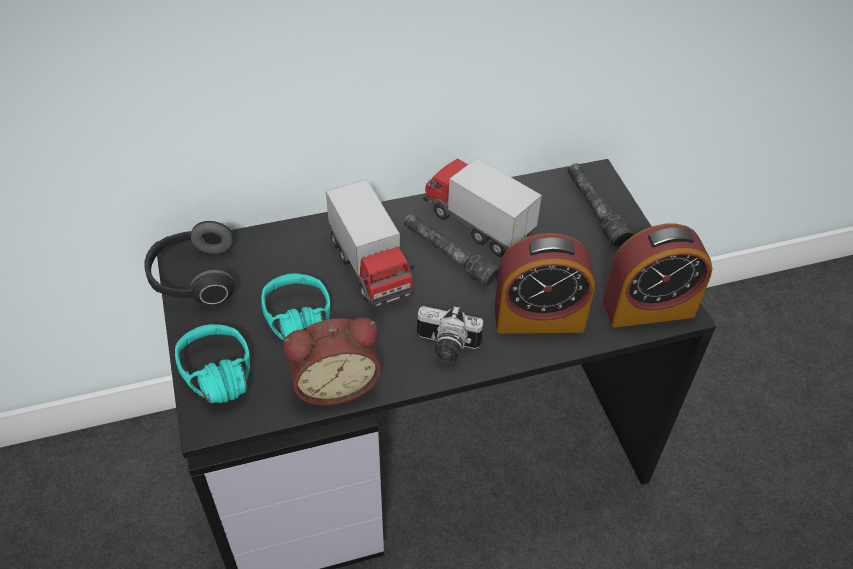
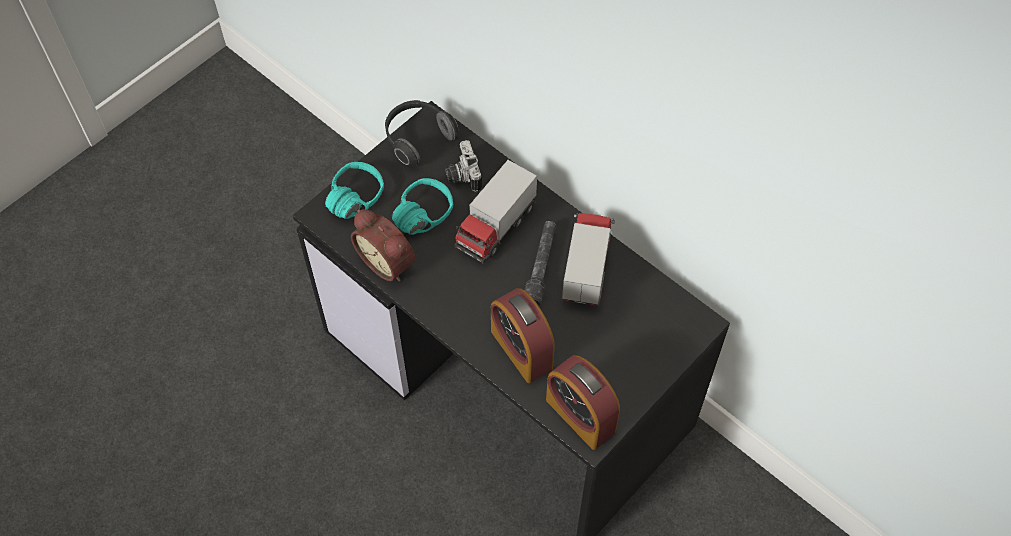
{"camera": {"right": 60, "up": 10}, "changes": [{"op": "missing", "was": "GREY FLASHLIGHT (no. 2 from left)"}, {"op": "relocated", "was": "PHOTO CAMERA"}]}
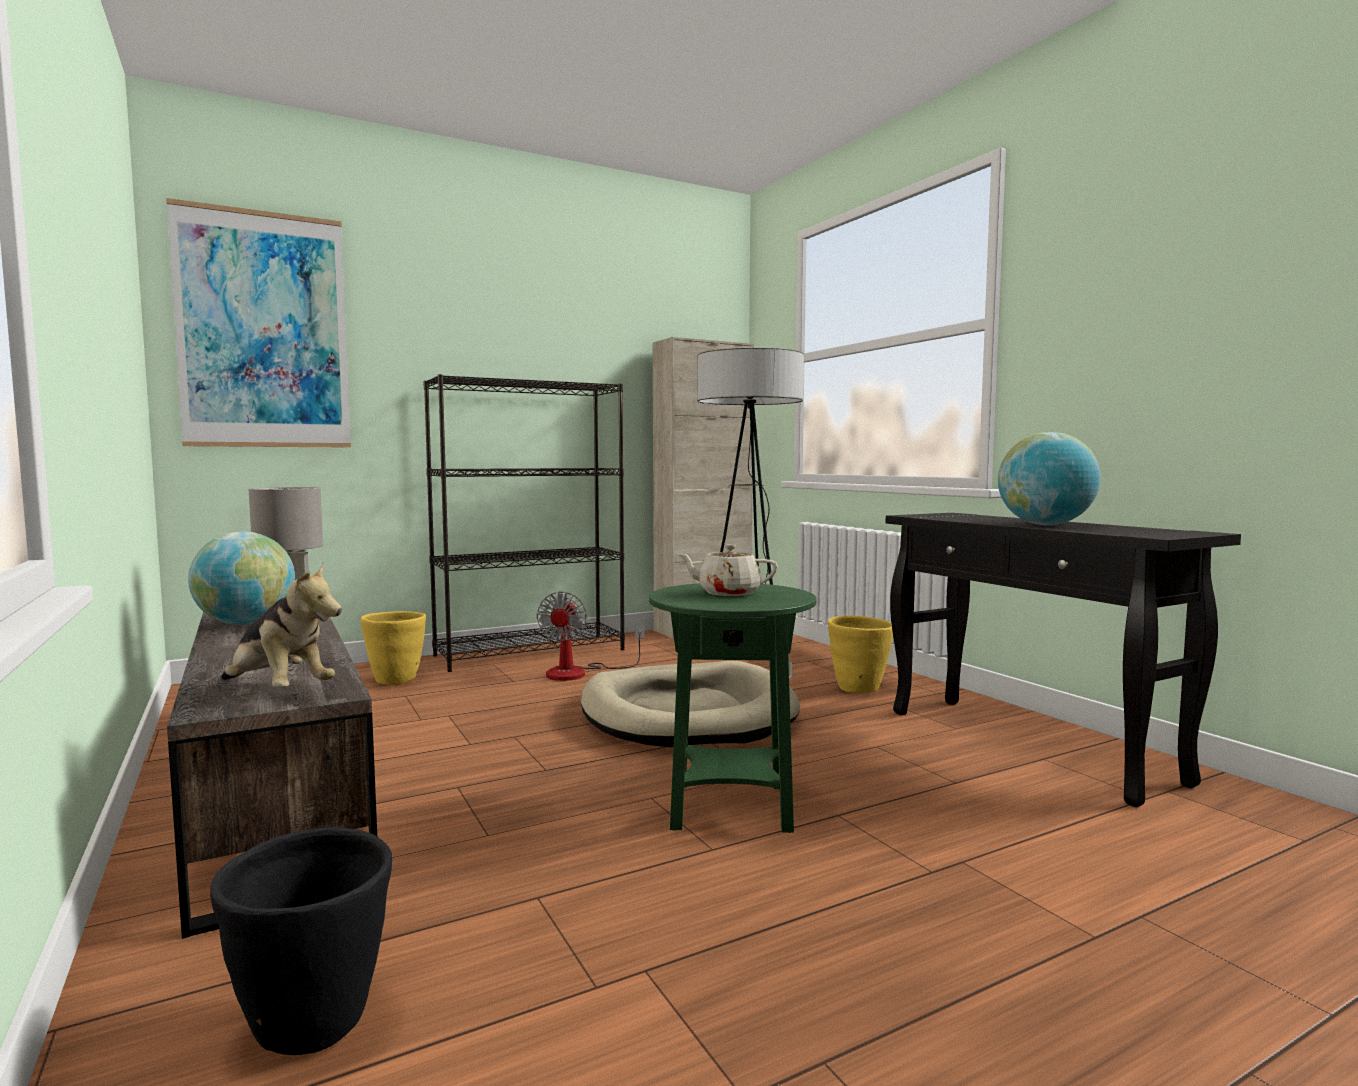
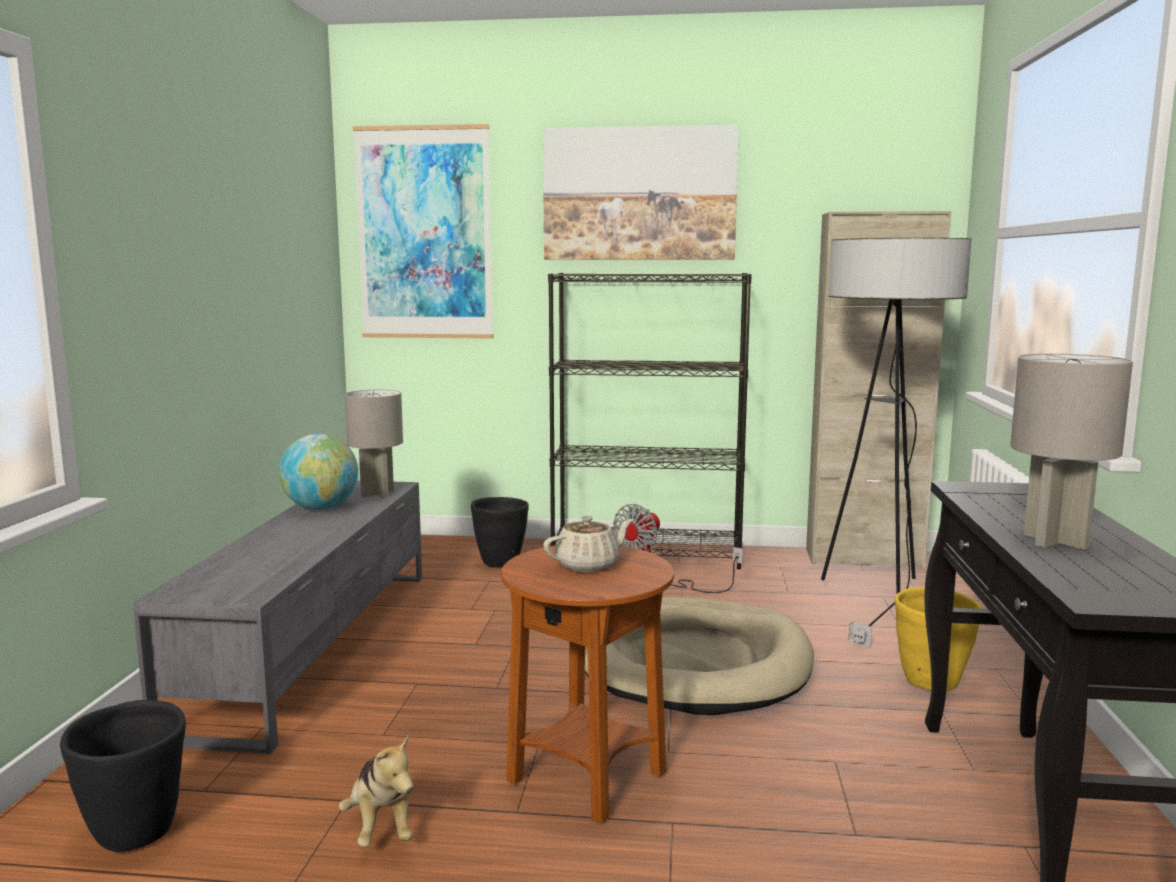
{"camera": {"right": 35, "up": 5}, "changes": [{"op": "appeared", "now": "PICTURE (no. 2 from left)"}, {"op": "relocated", "was": "PLUSH TOY"}, {"op": "exchanged", "was": "GLOBE (no. 2 from left)", "now": "GREY TABLE LAMP (no. 2 from left)"}, {"op": "colour", "was": "BROWN TV STAND", "now": "GREY TV STAND"}, {"op": "colour", "was": "YELLOW PLANTER (no. 1 from left)", "now": "BLACK PLANTER (no. 2 from left)"}, {"op": "colour", "was": "GREEN SIDE TABLE", "now": "BROWN SIDE TABLE"}, {"op": "spun", "was": "BEIGE TEAPOT", "clockwise": 105}]}
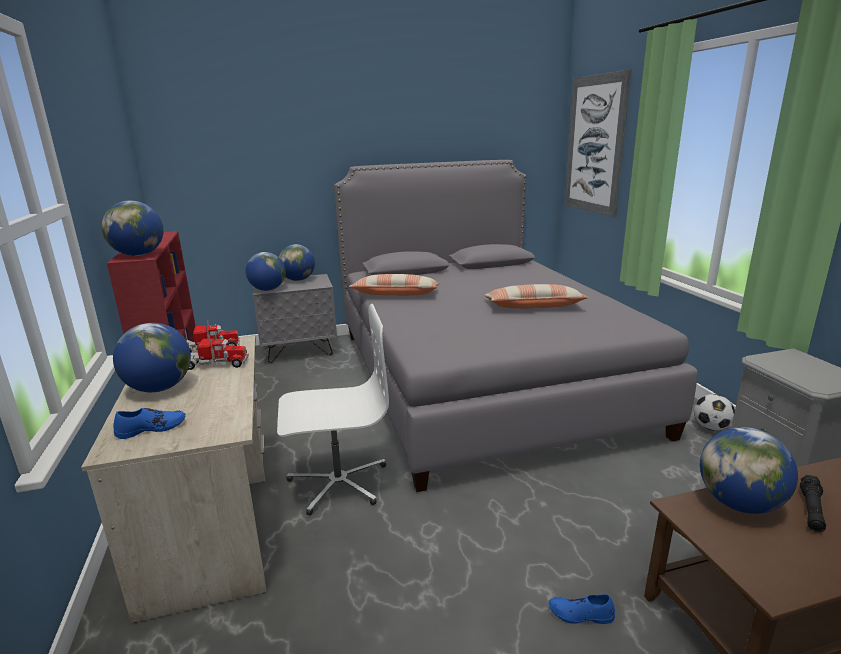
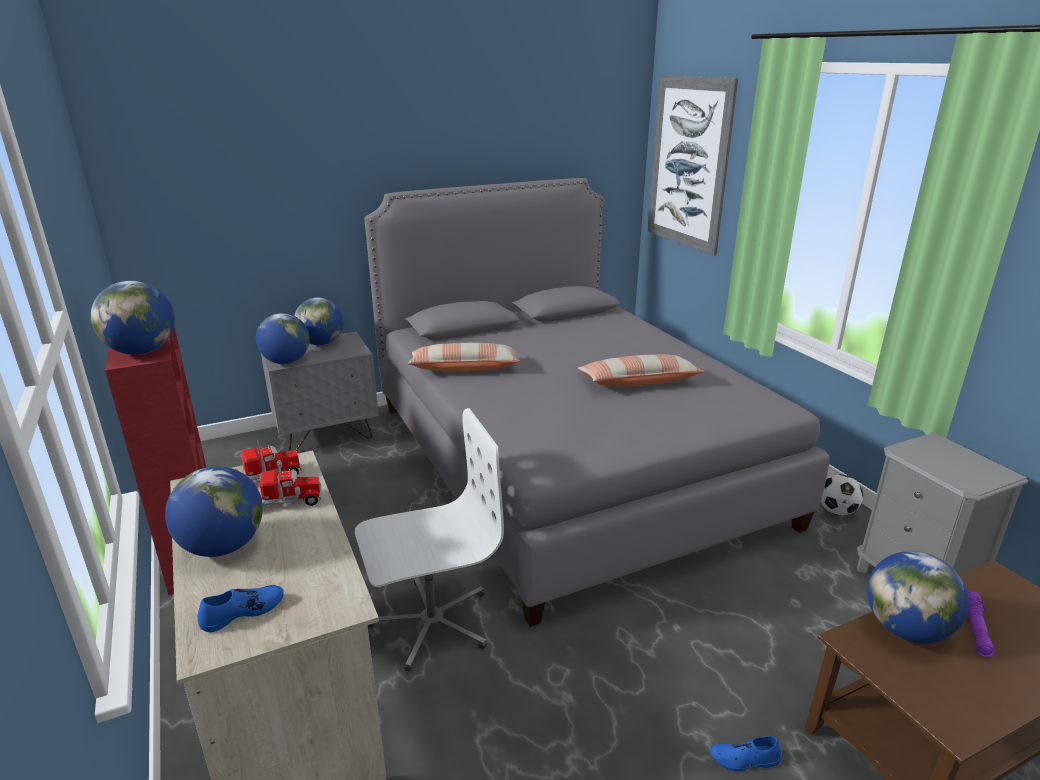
{"camera": {"right": -10, "up": 5}, "changes": [{"op": "colour", "was": "BLACK FLASHLIGHT", "now": "PURPLE FLASHLIGHT"}]}
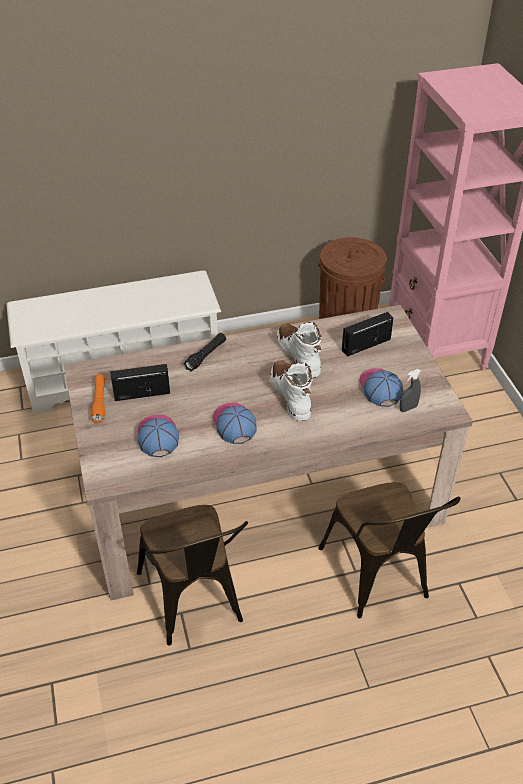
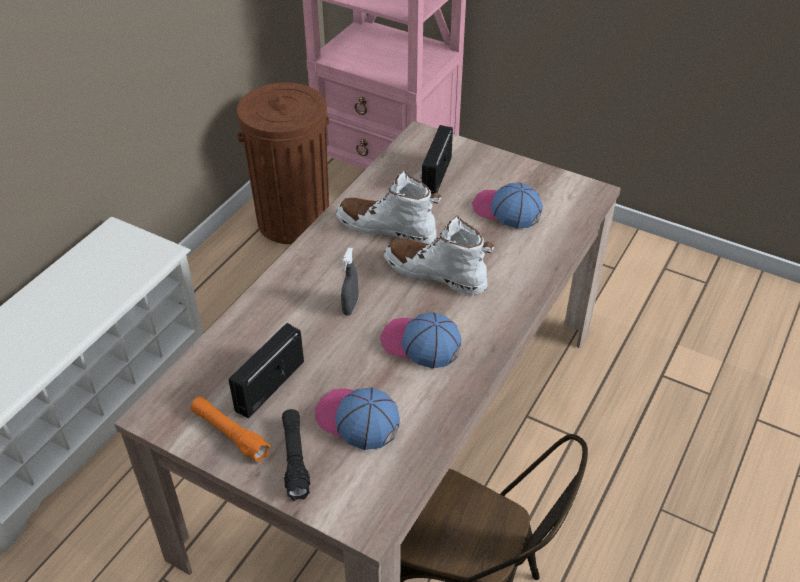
{"camera": {"right": -45, "up": 0}, "changes": [{"op": "missing", "was": "BROWN CHAIR (no. 2 from left)"}, {"op": "relocated", "was": "BLACK FLASHLIGHT"}, {"op": "relocated", "was": "GREY SPRAY BOTTLE"}]}
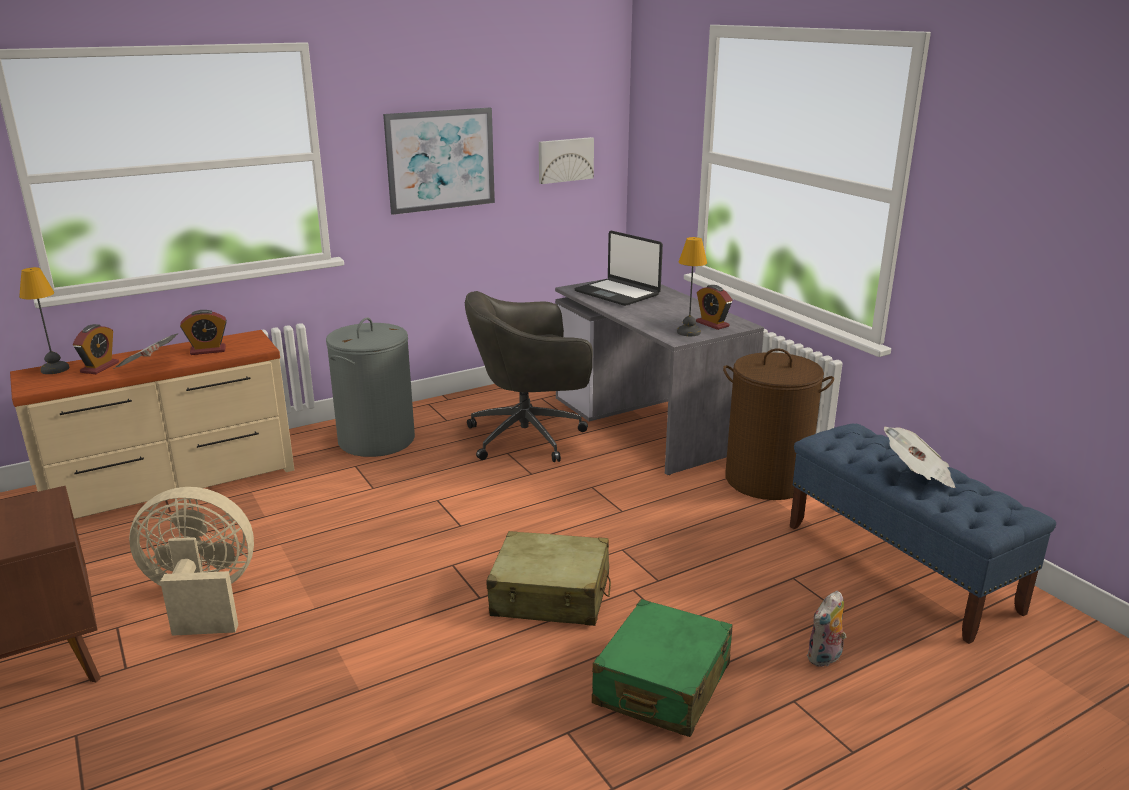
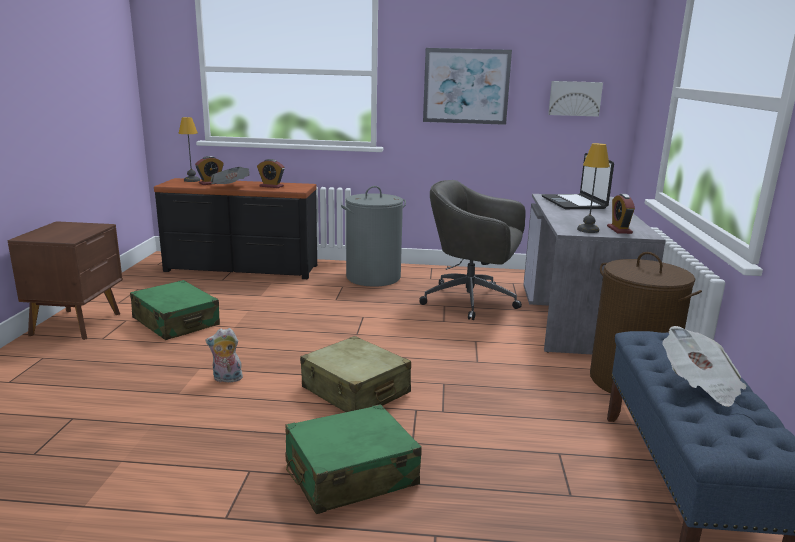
{"camera": {"right": 35, "up": -5}, "changes": [{"op": "relocated", "was": "PLUSH TOY"}, {"op": "exchanged", "was": "BEIGE FAN", "now": "GREEN SUITCASE (no. 1 from left)"}, {"op": "colour", "was": "BEIGE DRESSER", "now": "BLACK DRESSER"}]}
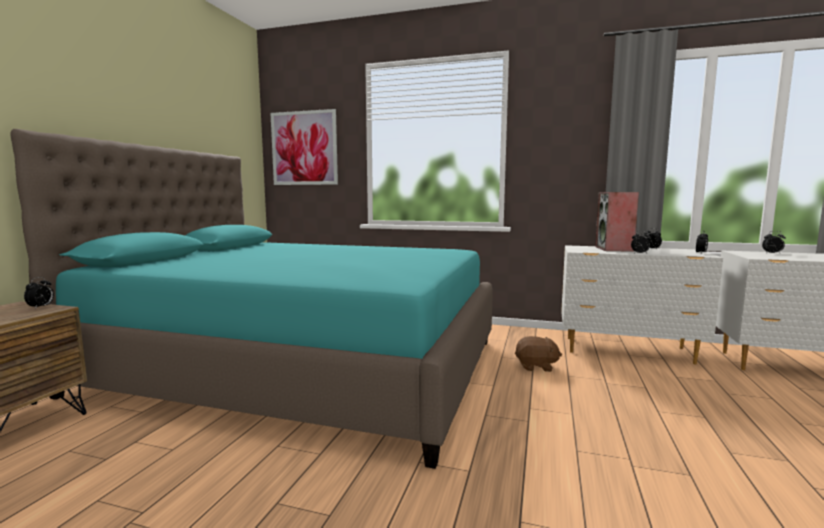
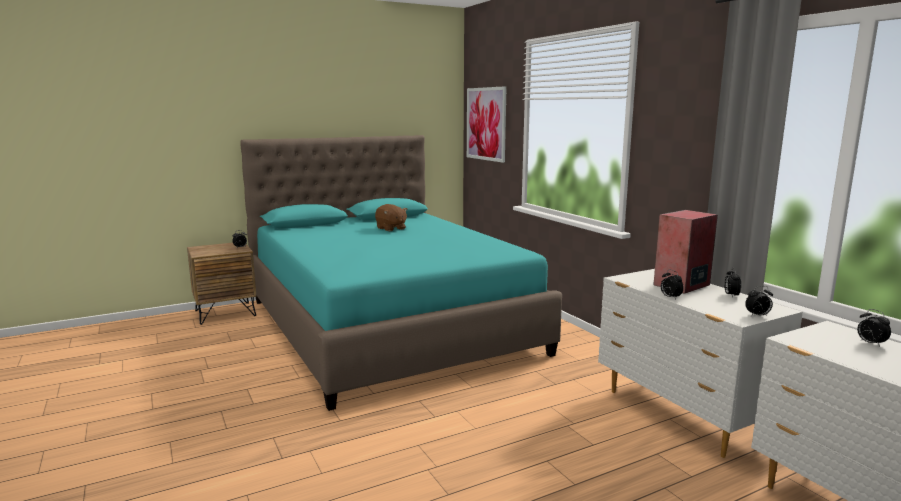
{"camera": {"right": 45, "up": 5}, "changes": [{"op": "relocated", "was": "BROWN PLUSH TOY"}]}
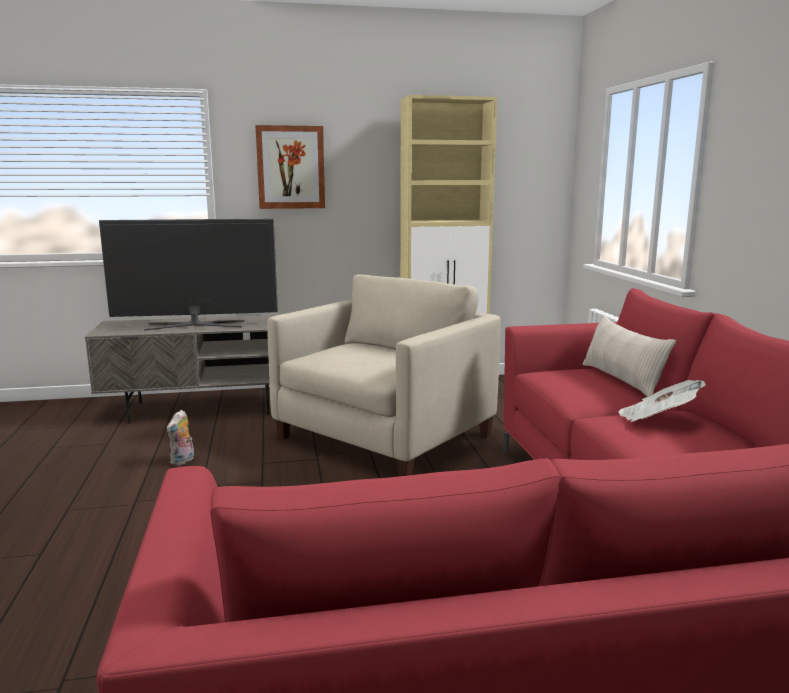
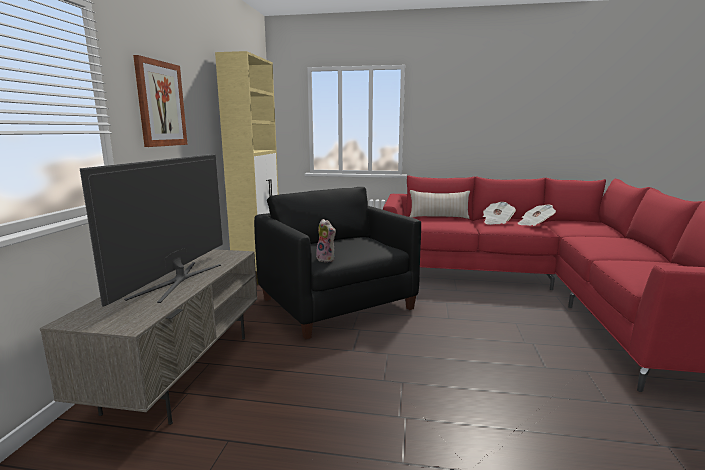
{"camera": {"right": -70, "up": 0}, "changes": [{"op": "appeared", "now": "NEWSPAPER (no. 2 from left)"}, {"op": "relocated", "was": "PLUSH TOY"}, {"op": "colour", "was": "BEIGE ARMCHAIR", "now": "BLACK ARMCHAIR"}]}
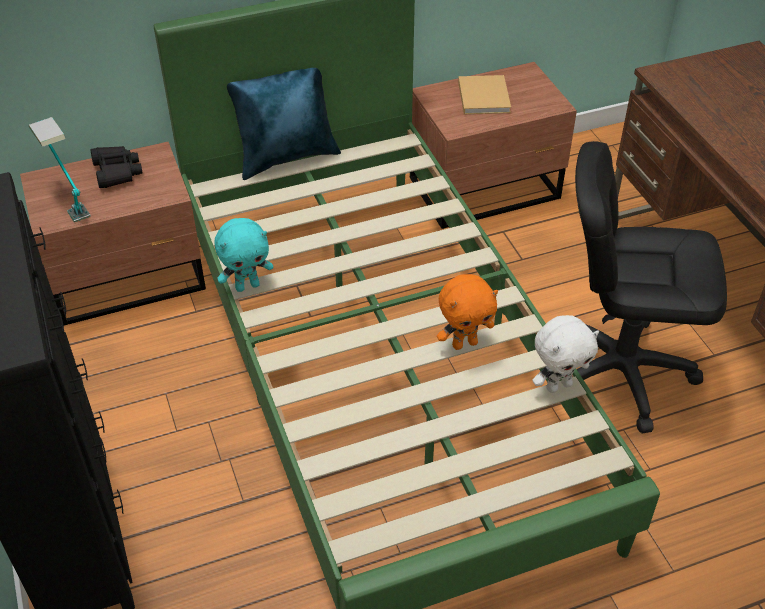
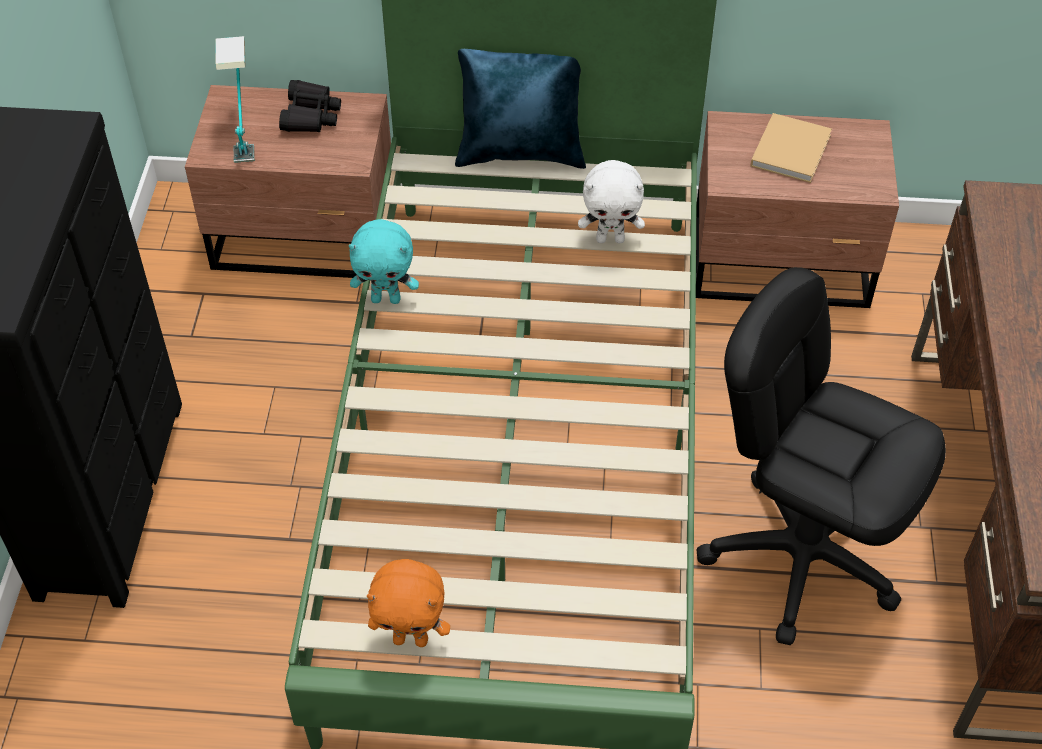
{"camera": {"right": 25, "up": 5}, "changes": [{"op": "relocated", "was": "ORANGE PLUSH TOY"}, {"op": "relocated", "was": "WHITE PLUSH TOY"}]}
